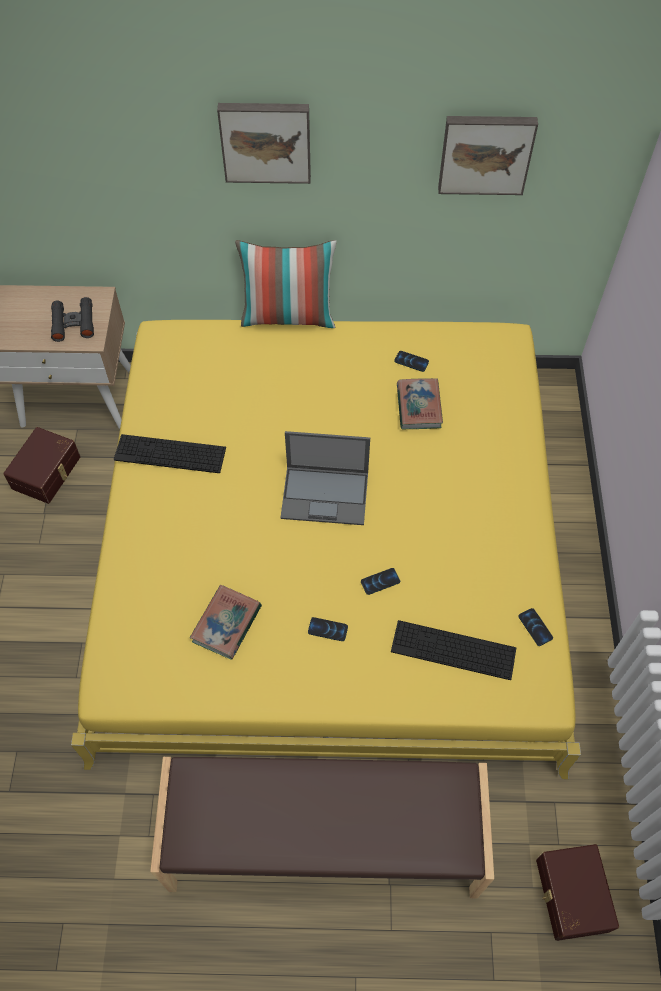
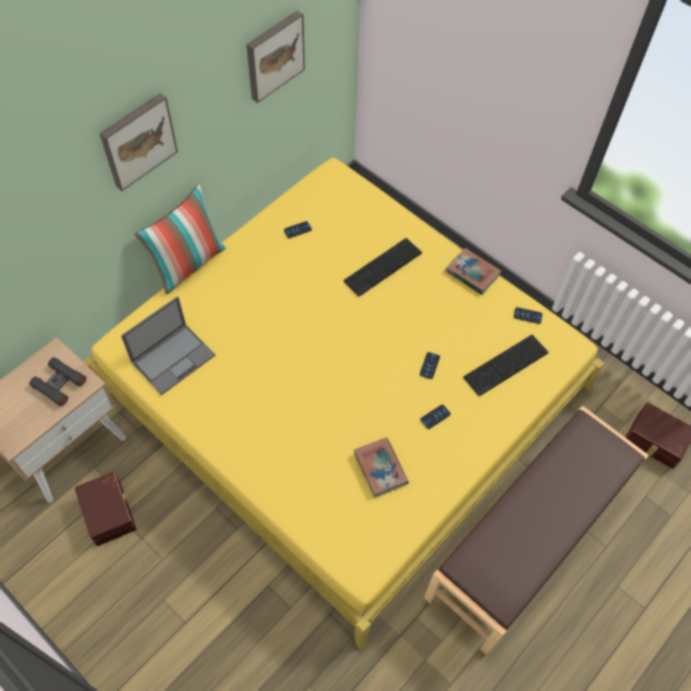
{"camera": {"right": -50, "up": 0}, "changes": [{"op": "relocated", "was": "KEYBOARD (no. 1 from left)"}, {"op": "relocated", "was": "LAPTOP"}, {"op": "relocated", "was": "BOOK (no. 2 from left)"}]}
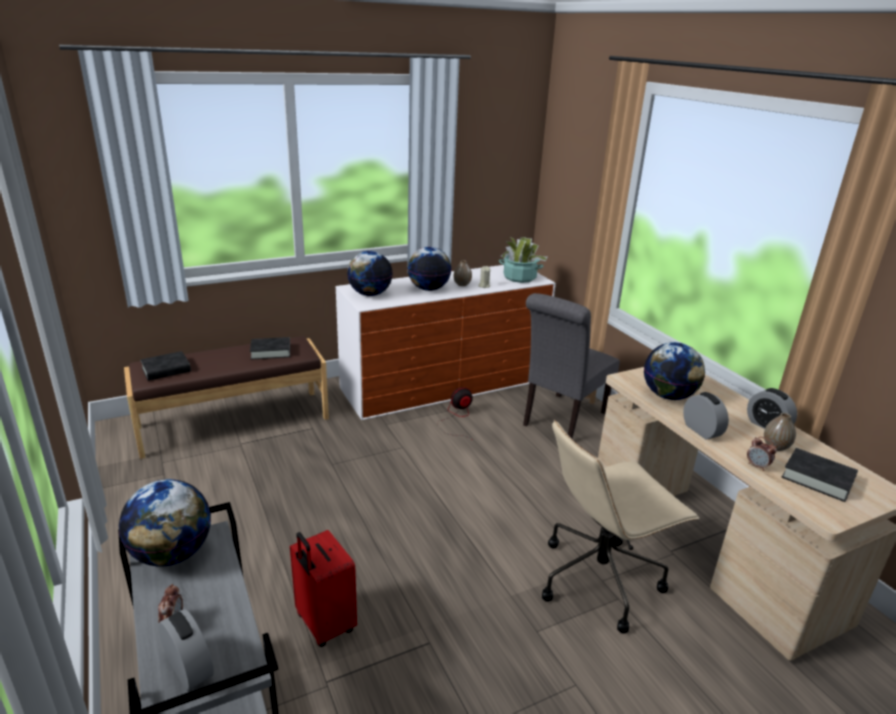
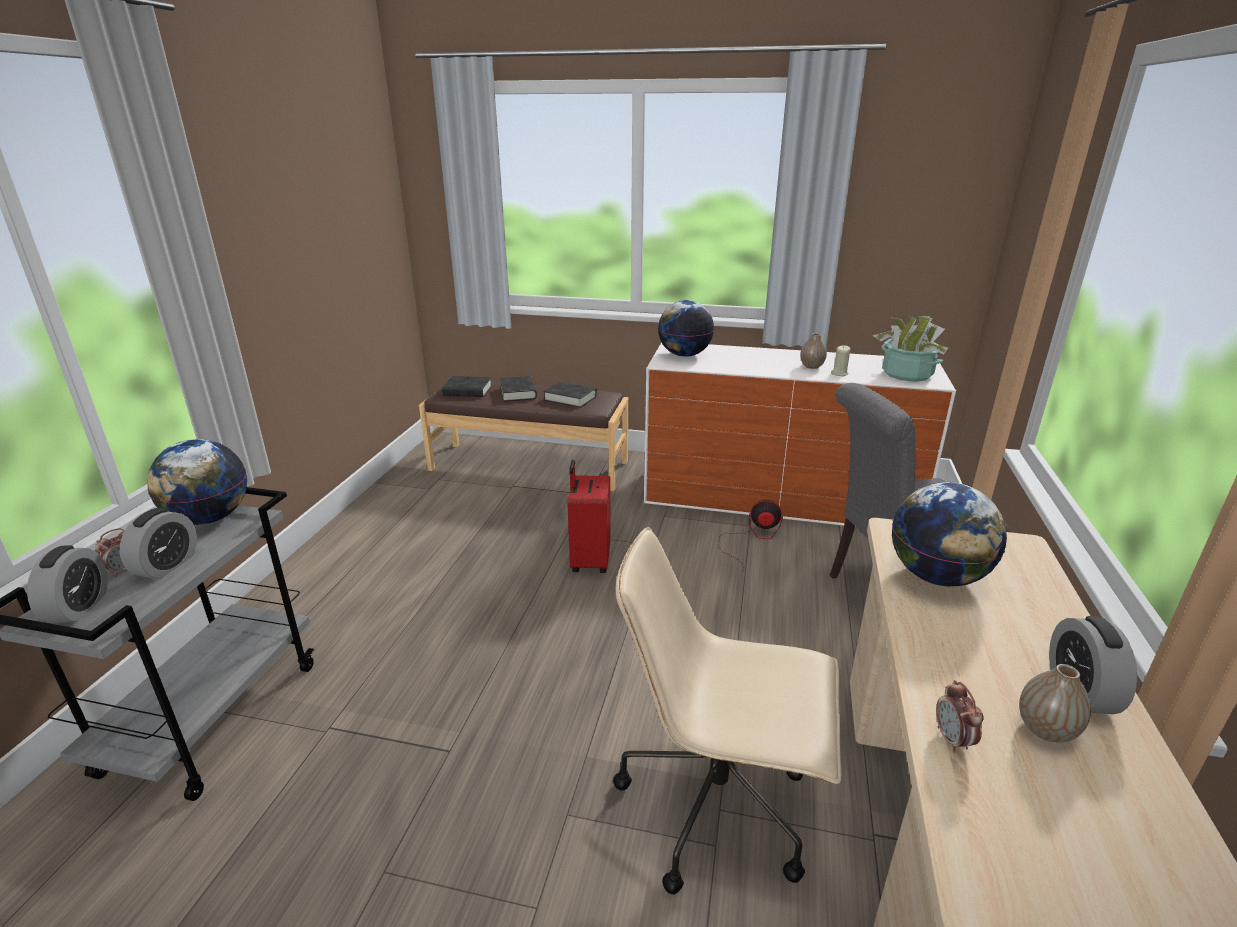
{"camera": {"right": 40, "up": 0}, "changes": [{"op": "missing", "was": "GLOBE (no. 3 from left)"}, {"op": "relocated", "was": "RED SUITCASE"}, {"op": "relocated", "was": "ALARM CLOCK (no. 3 from left)"}, {"op": "relocated", "was": "BLACK BOOK (no. 3 from left in the first image)", "now": "BLACK BOOK (no. 2 from left)"}]}
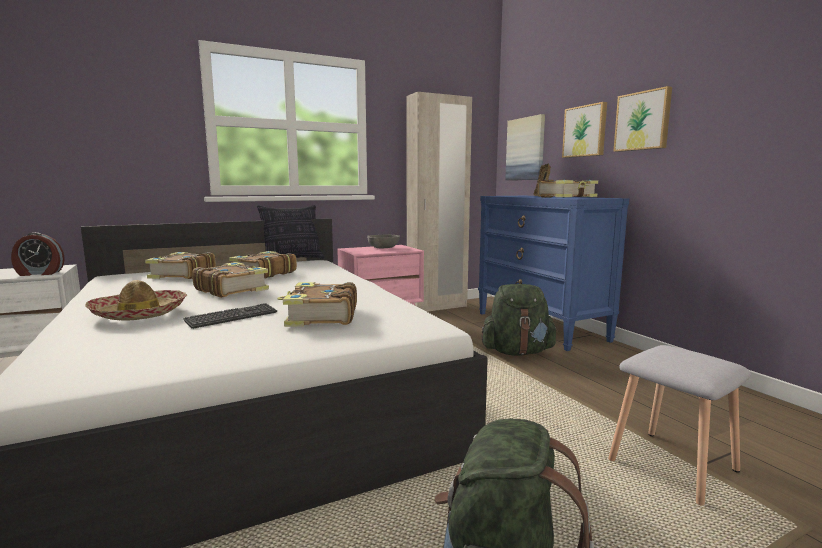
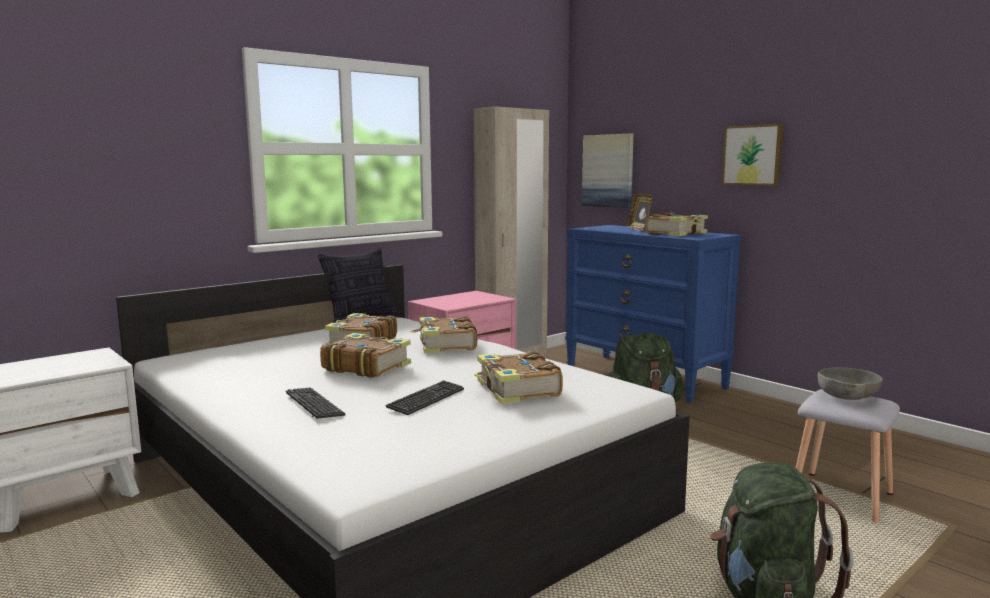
{"camera": {"right": -15, "up": 0}, "changes": [{"op": "missing", "was": "ALARM CLOCK"}, {"op": "missing", "was": "PICTURE (no. 2 from left)"}, {"op": "relocated", "was": "BOOK (no. 1 from left in the first image)", "now": "BOOK (no. 3 from left)"}, {"op": "relocated", "was": "GREY BOWL"}, {"op": "exchanged", "was": "HAT", "now": "KEYBOARD (no. 1 from left)"}]}
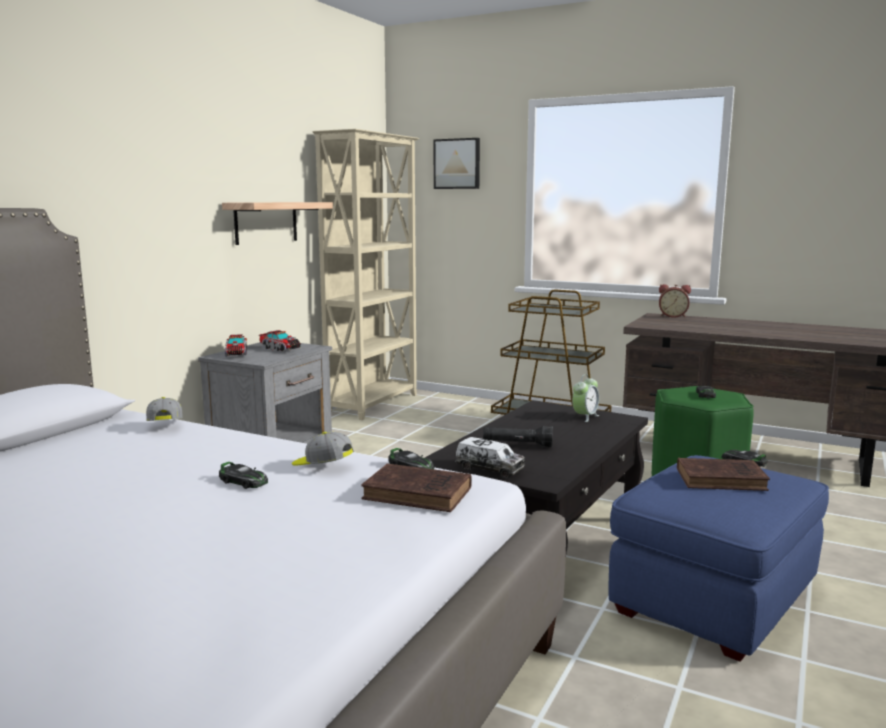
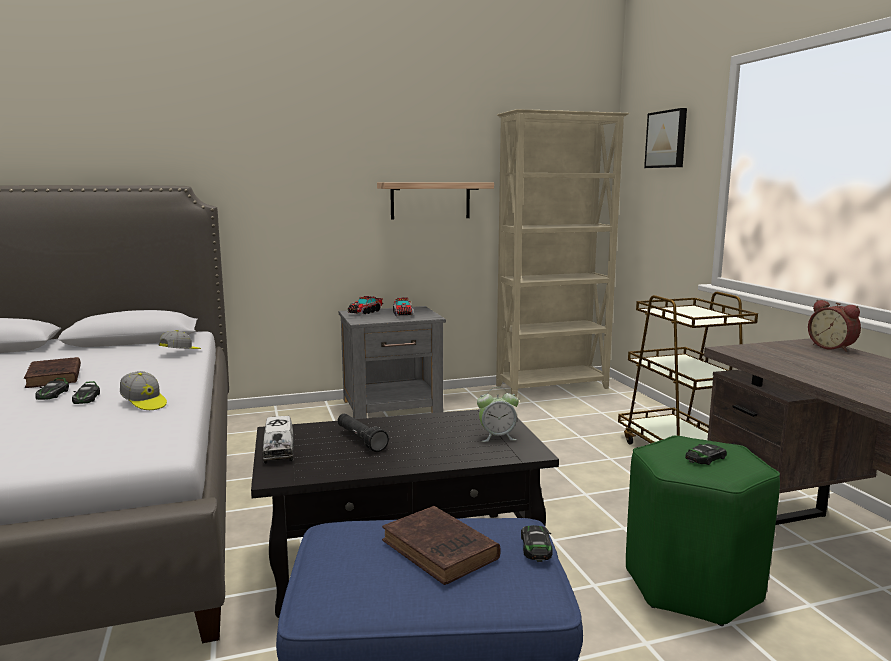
{"camera": {"right": 45, "up": 0}, "changes": [{"op": "relocated", "was": "BROWN BOOK (no. 1 from left)"}, {"op": "relocated", "was": "TOY CAR (no. 2 from left in the first image)", "now": "TOY CAR (no. 1 from left)"}, {"op": "spun", "was": "CAP (no. 2 from left in the first image)", "clockwise": 150}]}
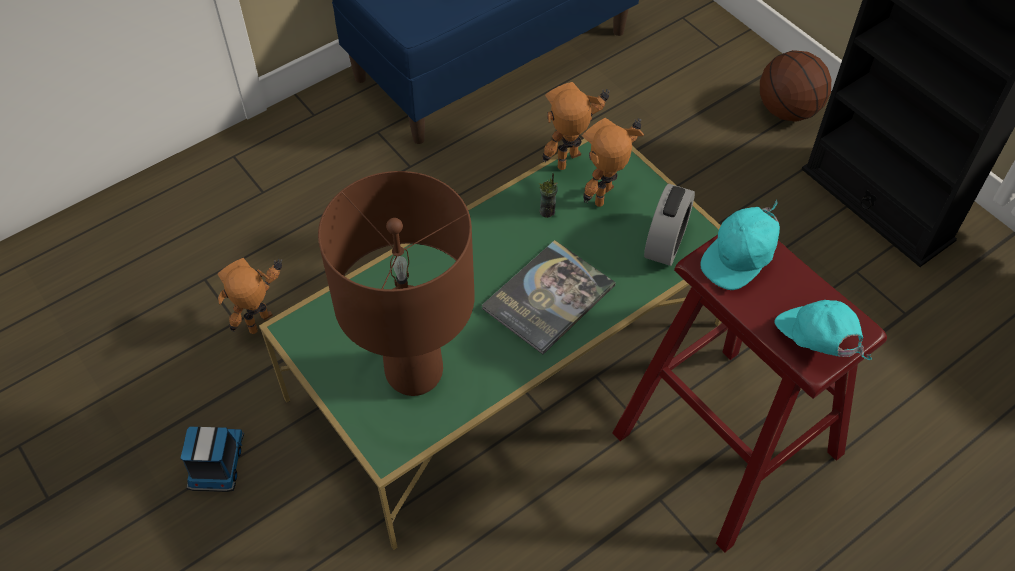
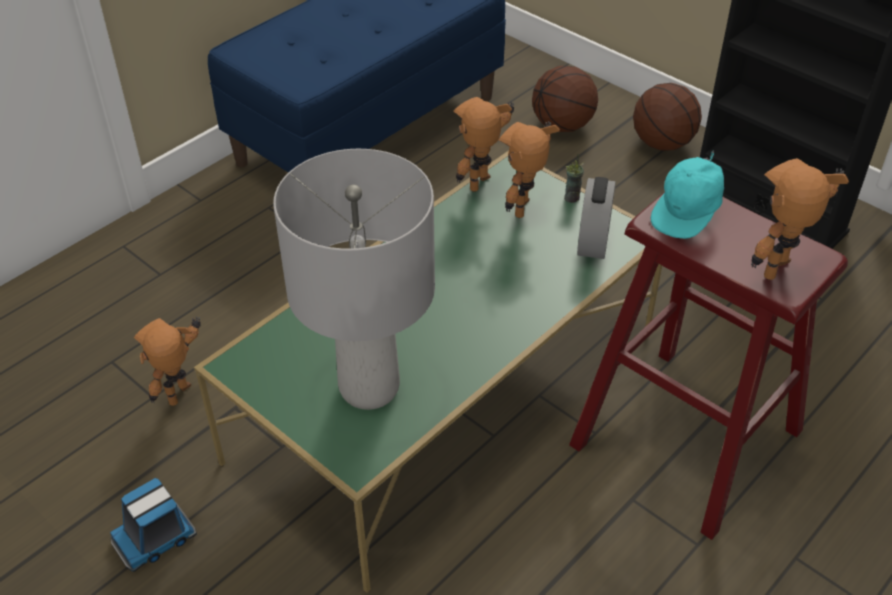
{"camera": {"right": -10, "up": -10}, "changes": [{"op": "missing", "was": "BOOK"}, {"op": "appeared", "now": "BASKETBALL (no. 1 from left)"}, {"op": "relocated", "was": "CUP"}, {"op": "exchanged", "was": "TURQUOISE CAP (no. 2 from left)", "now": "TOY ROBOT (no. 4 from left)"}, {"op": "colour", "was": "BROWN TABLE LAMP", "now": "GREY TABLE LAMP"}, {"op": "spun", "was": "TOY TRUCK", "clockwise": -120}]}
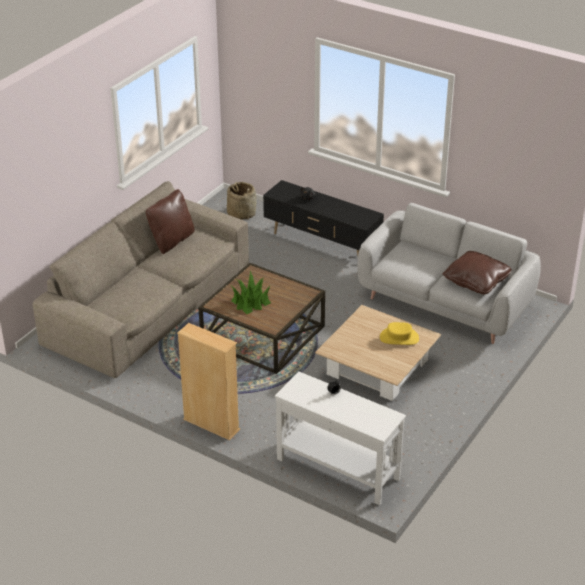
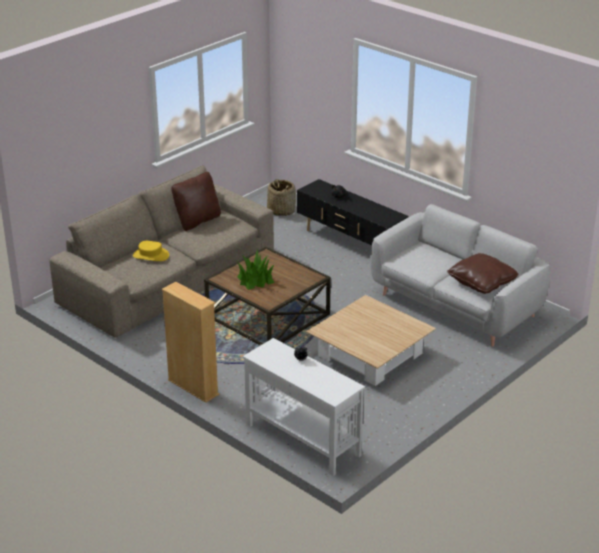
{"camera": {"right": 10, "up": -5}, "changes": [{"op": "relocated", "was": "YELLOW HAT"}]}
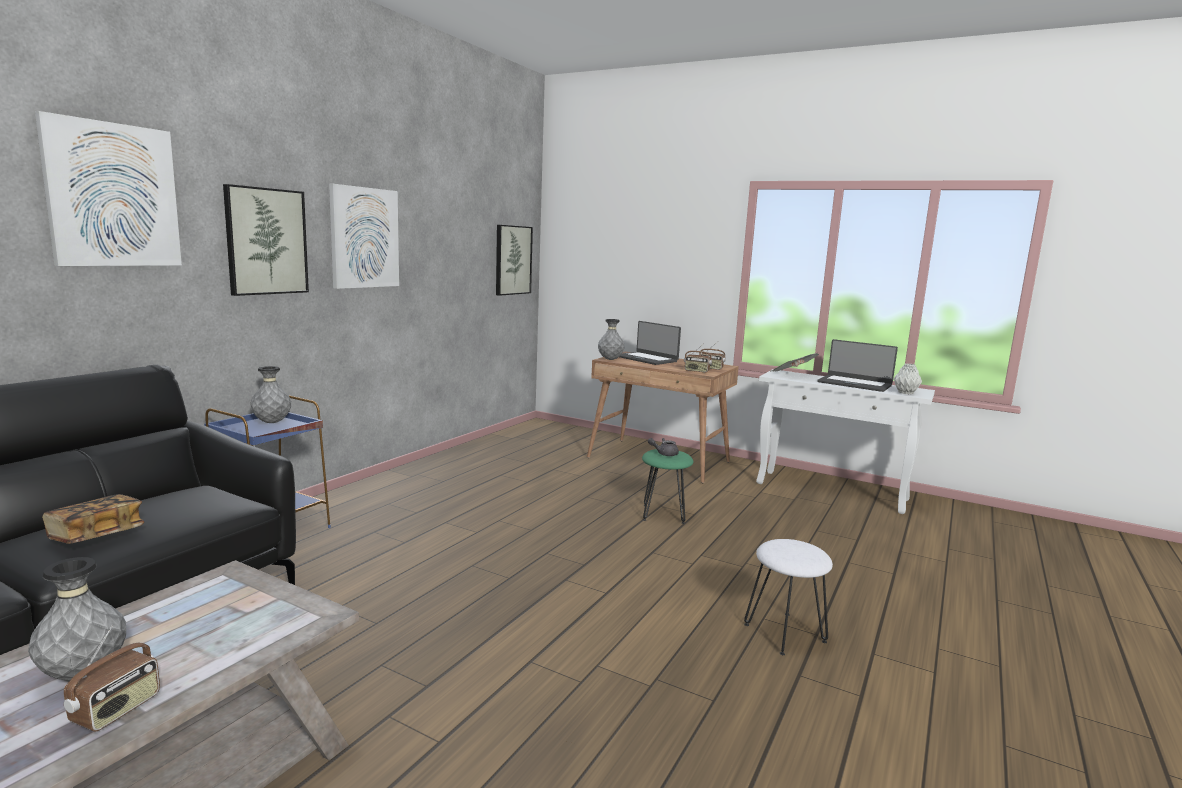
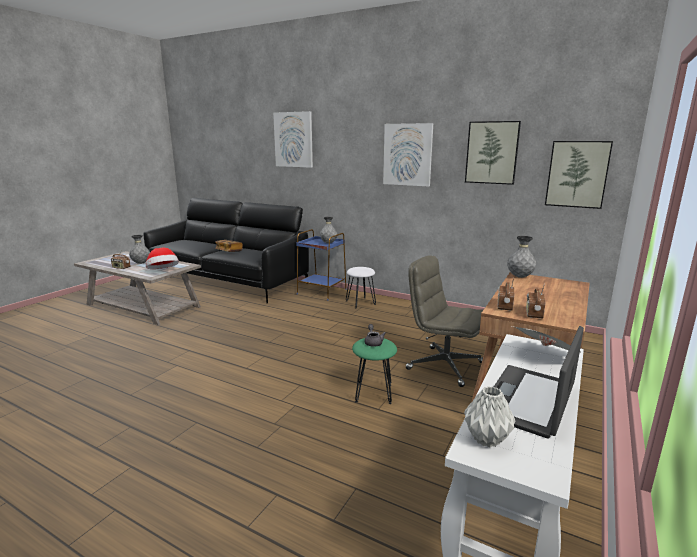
{"camera": {"right": 90, "up": 5}, "changes": [{"op": "missing", "was": "LAPTOP (no. 1 from left)"}, {"op": "appeared", "now": "HAT"}, {"op": "appeared", "now": "GREY OFFICE CHAIR"}, {"op": "relocated", "was": "PICTURE (no. 2 from left in the first image)", "now": "PICTURE (no. 3 from left)"}, {"op": "relocated", "was": "WHITE STOOL"}]}
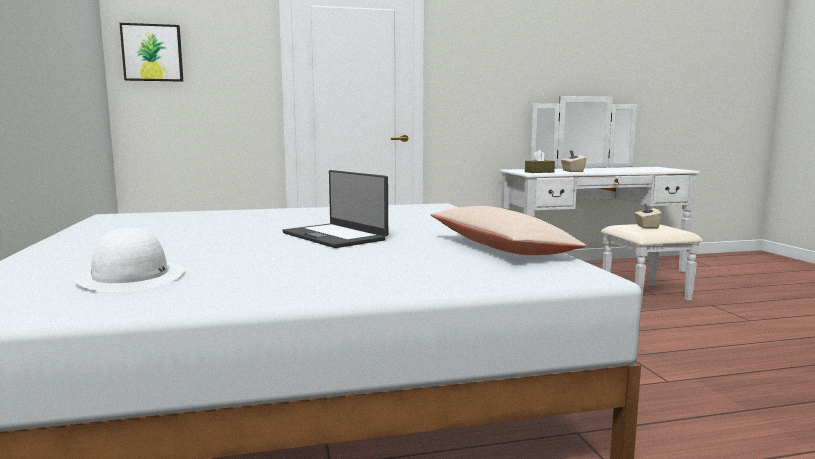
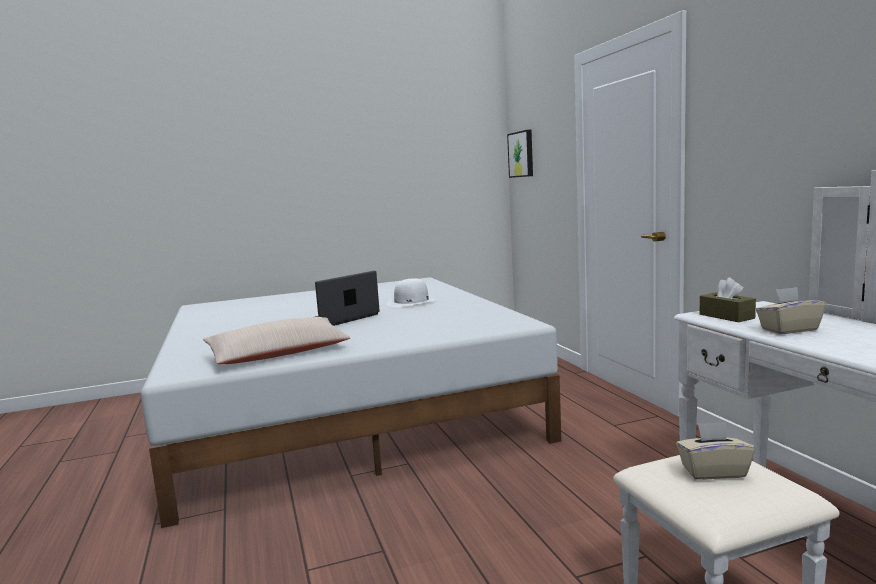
{"camera": {"right": 85, "up": 0}, "changes": [{"op": "relocated", "was": "WHITE HAT"}]}
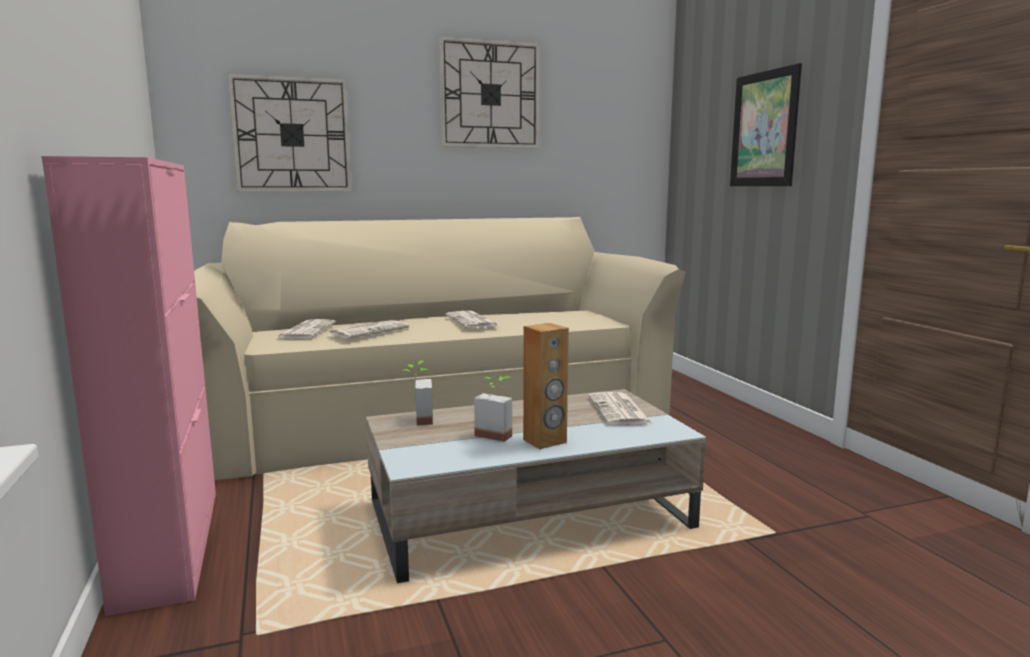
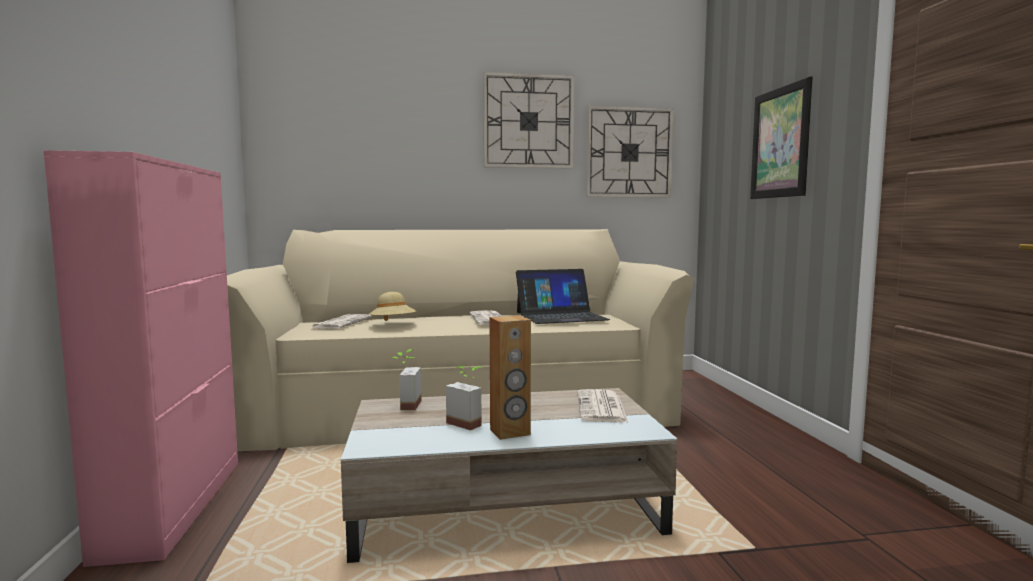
{"camera": {"right": 10, "up": -5}, "changes": [{"op": "appeared", "now": "LAPTOP"}, {"op": "relocated", "was": "WALL CLOCK (no. 1 from left in the first image)", "now": "WALL CLOCK (no. 2 from left)"}, {"op": "exchanged", "was": "NEWSPAPER (no. 2 from left)", "now": "BEIGE HAT"}]}
